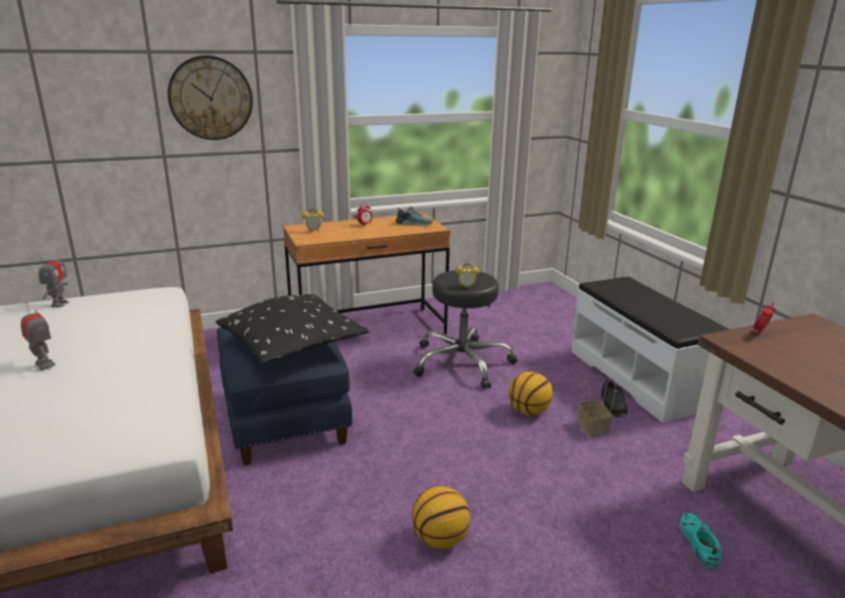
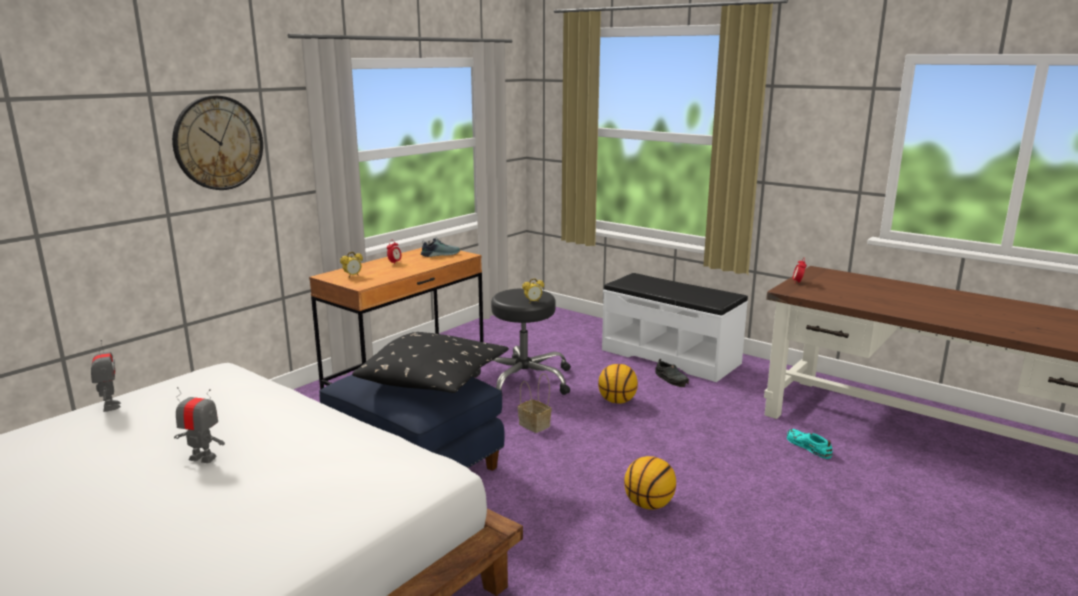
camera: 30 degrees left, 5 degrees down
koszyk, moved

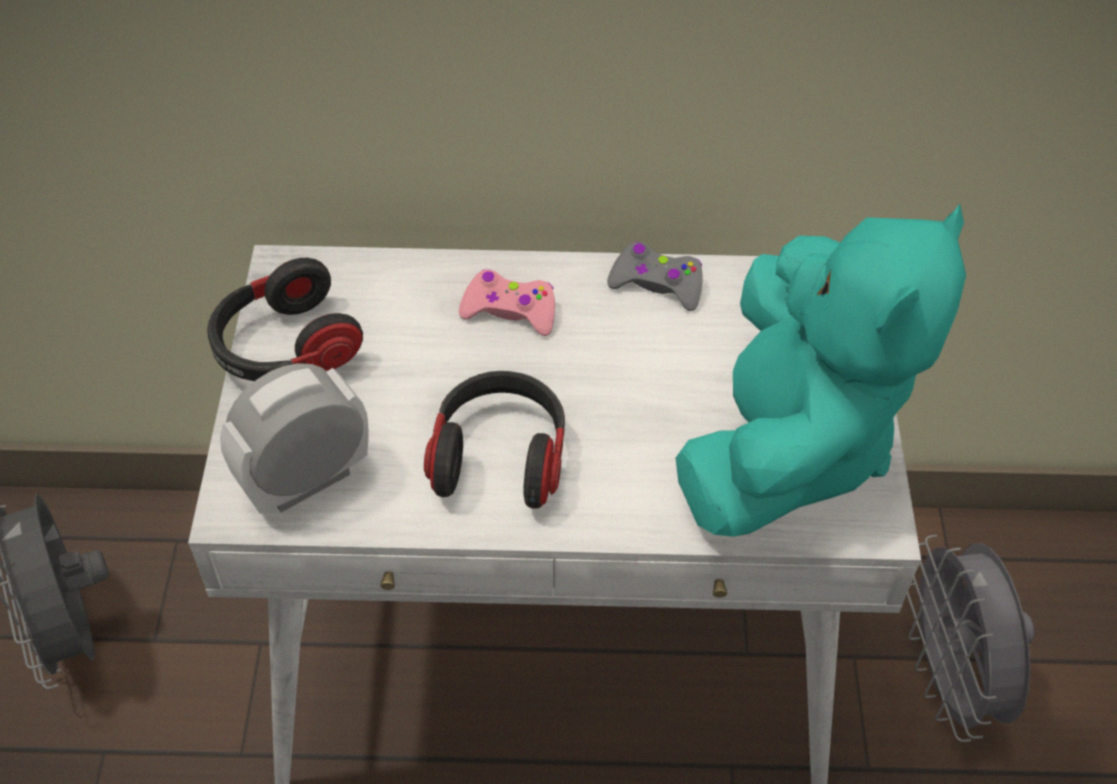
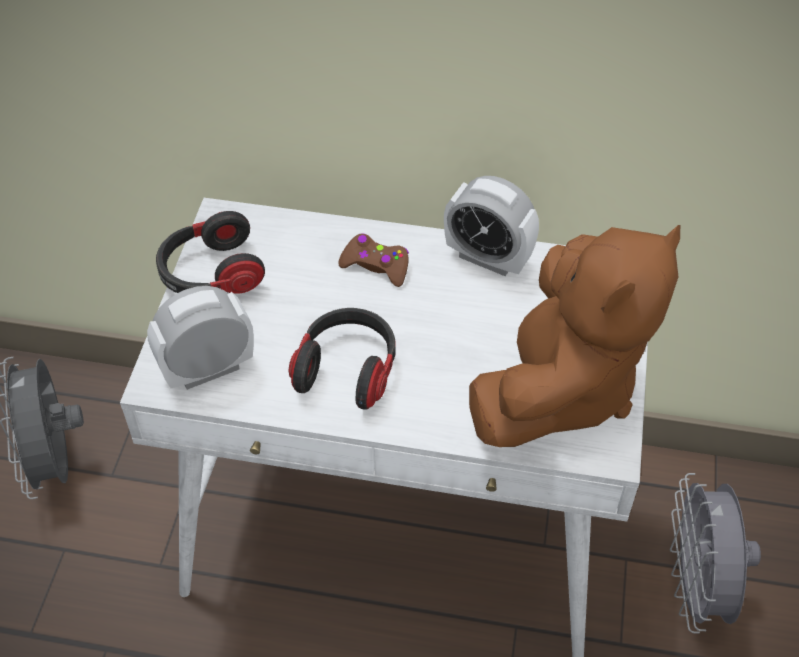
camera: 10 degrees right, 0 degrees up
pluszak [turkusowy] -> pluszak [brązowy]
pad do gier [szary] -> budzik (2nd from left)
pad do gier [różowy] -> pad do gier [brązowy]

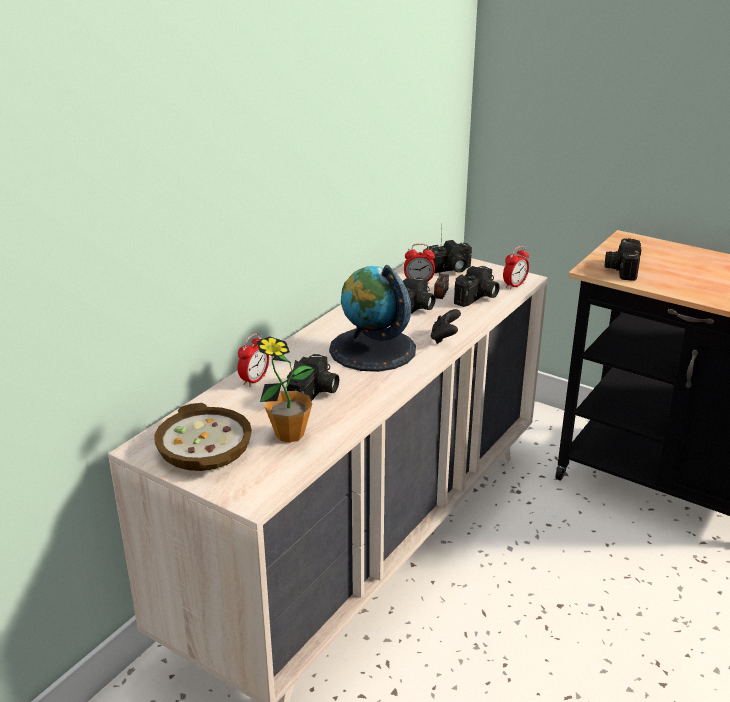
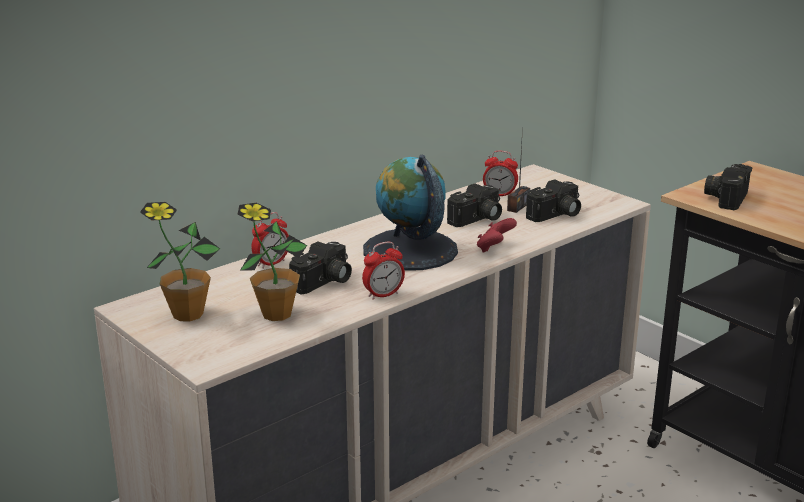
camera: 15 degrees right, 5 degrees down
aparat fotograficzny (3rd from left) -> none
budzik (3rd from left in the first image) -> budzik (2nd from left), moved
pad do gier [czarny] -> pad do gier [czerwony]
miska -> roślina doniczkowa (1st from left)

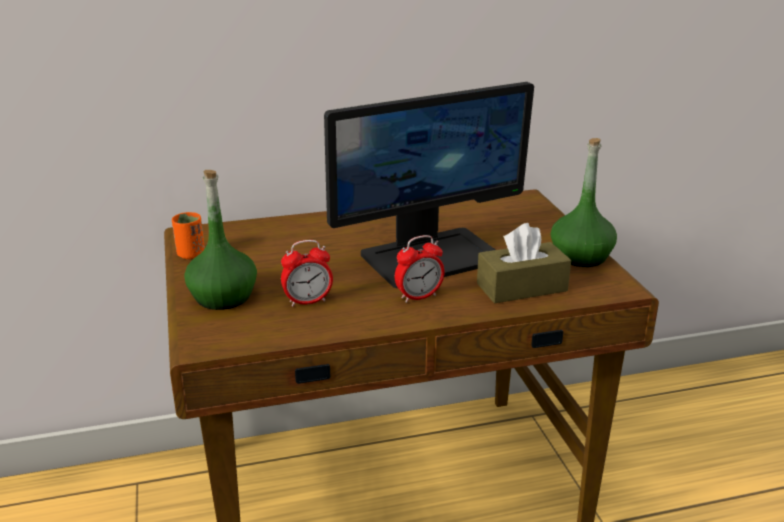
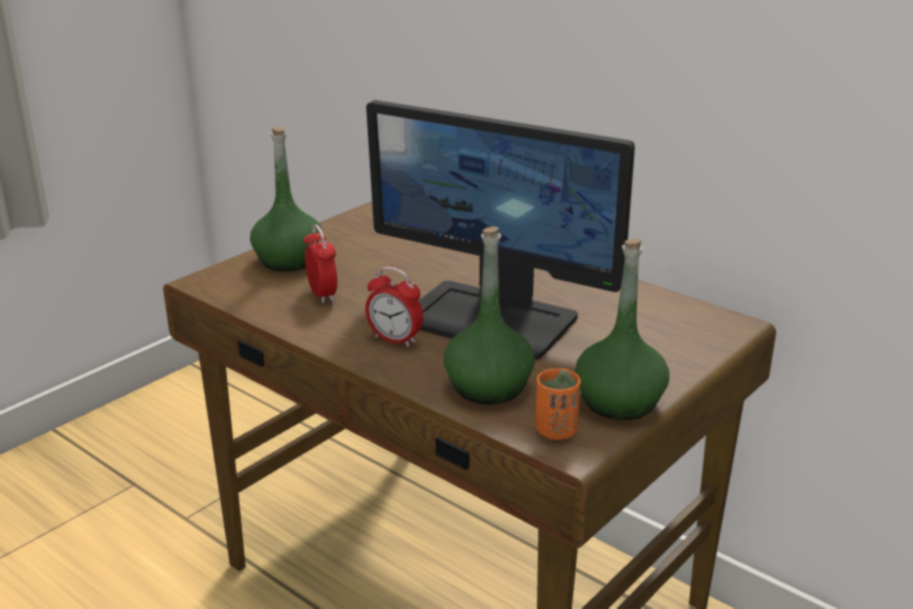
camera: 55 degrees right, 0 degrees up
filiżanka [pomarańczowy], moved
pudełko chusteczek [brązowy] -> butelka [zielony] (2nd from left)
budzik (1st from left), 150 degrees counterclockwise

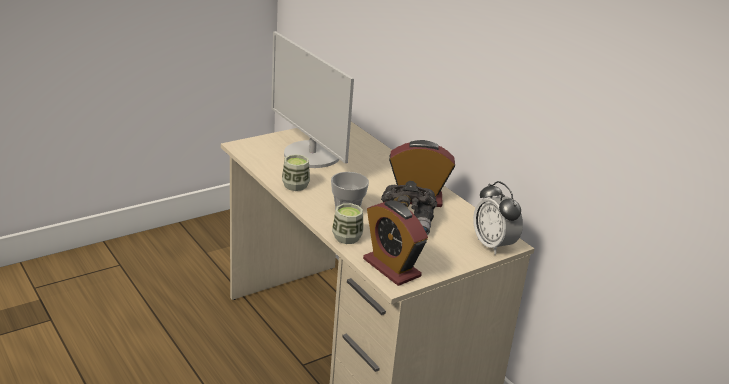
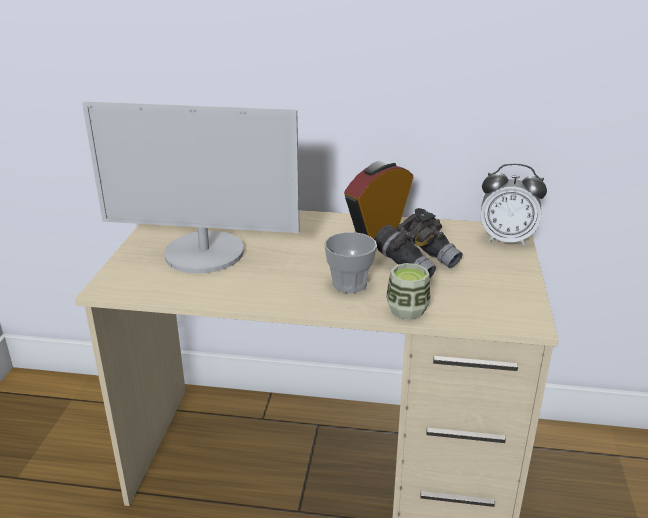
camera: 45 degrees left, 0 degrees up
filiżanka (1st from left) -> none
budzik (1st from left) -> none

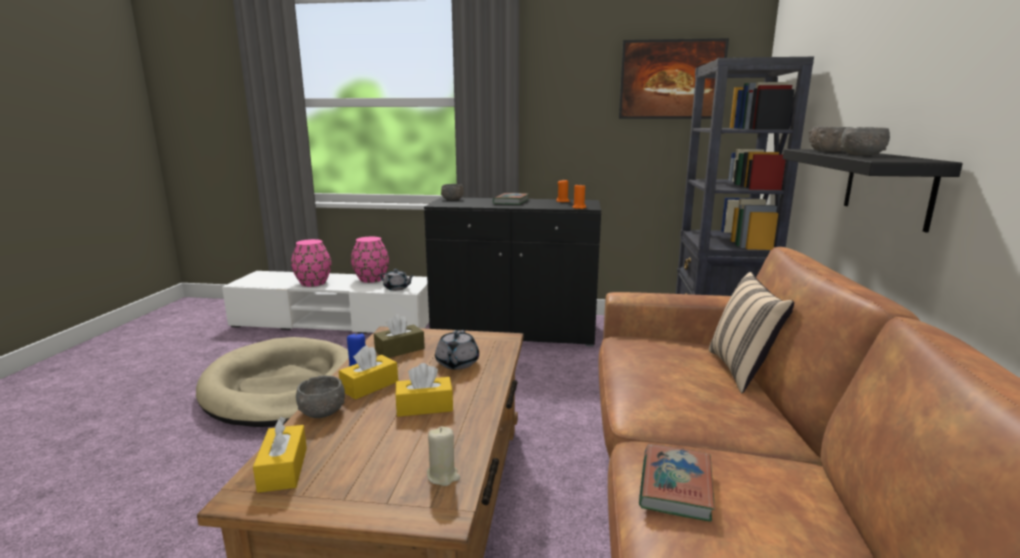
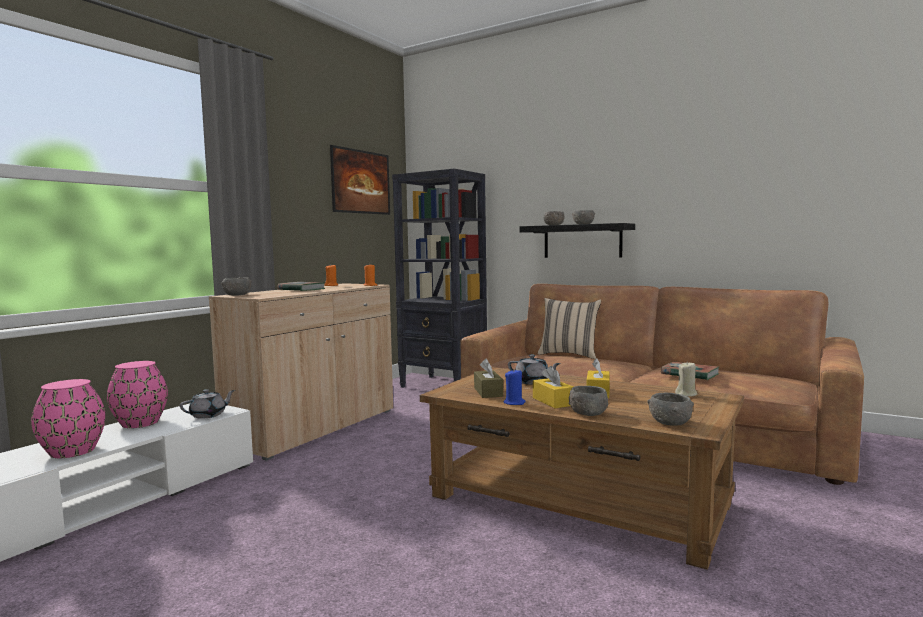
camera: 65 degrees left, 10 degrees down
szafka [czarny] -> szafka [beżowy]
legowisko [beżowy] -> none
pudełko chusteczek [żółty] (1st from left) -> miska [szary] (5th from left)

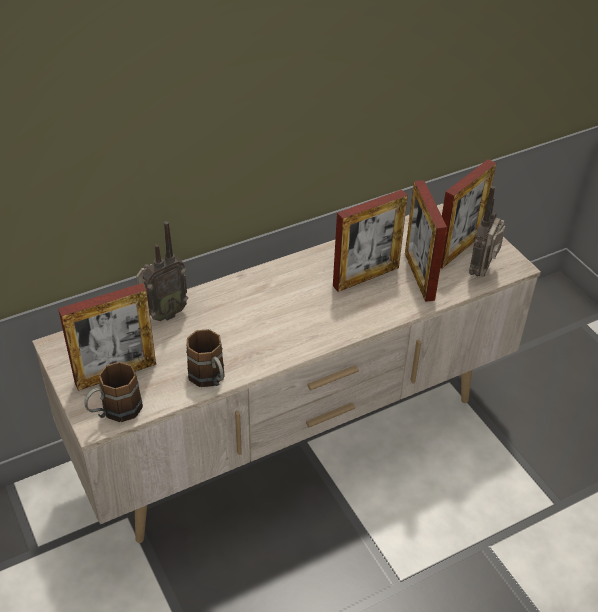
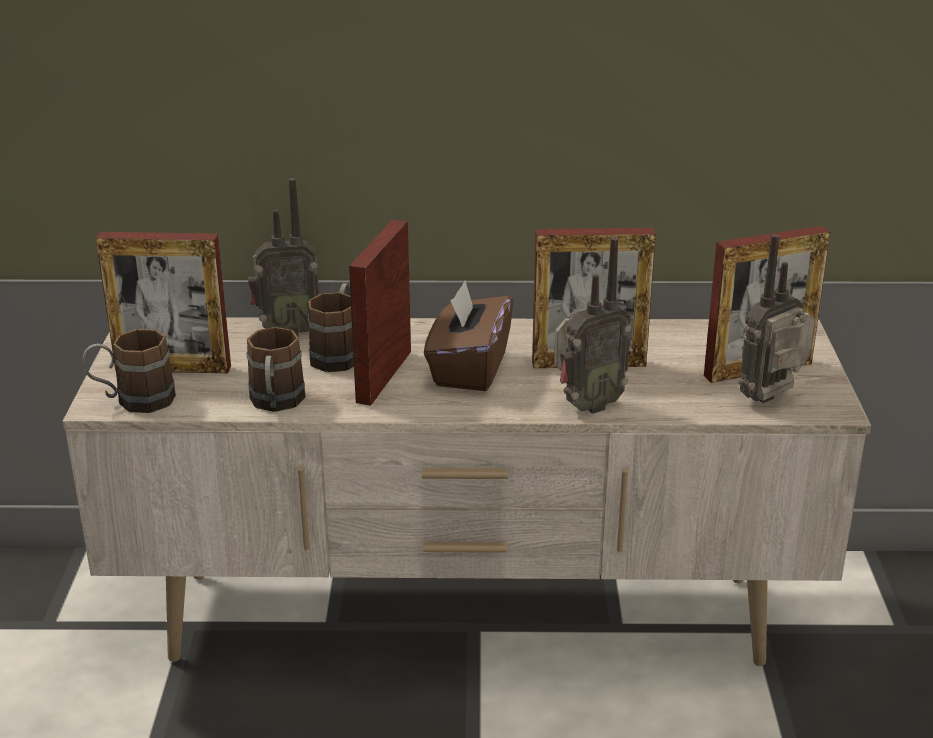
camera: 30 degrees right, 15 degrees down
ramka na zdjęcie (3rd from left in the first image) -> ramka na zdjęcie (2nd from left), moved
none -> radio (2nd from left)
none -> pudełko chusteczek [brązowy]
none -> kubek [brązowy] (3rd from left)

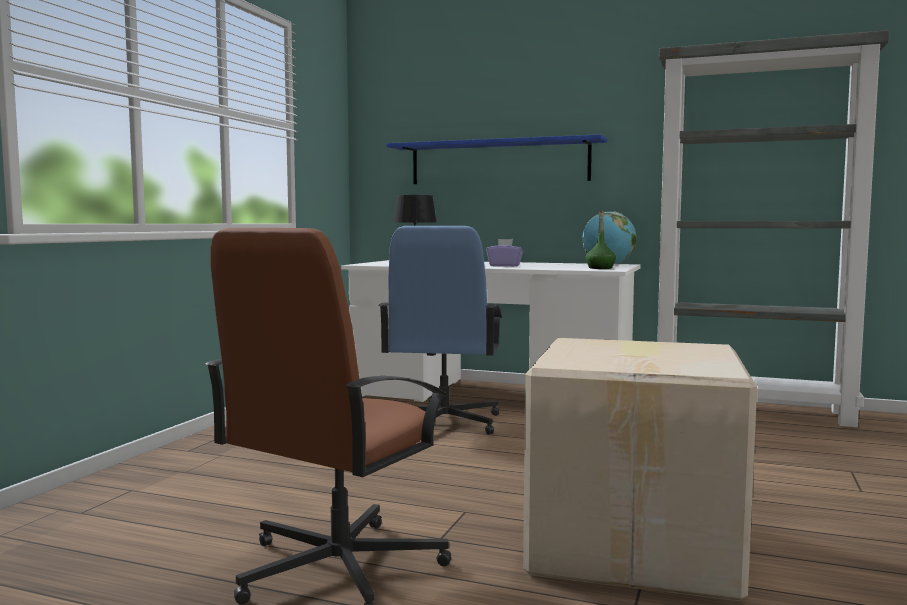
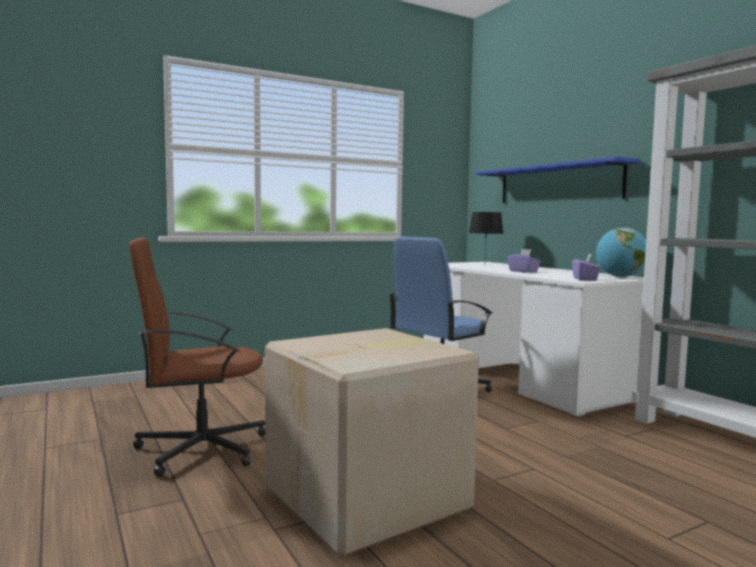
camera: 40 degrees right, 0 degrees up
butelka [zielony] -> pudełko chusteczek [fioletowy] (2nd from left)

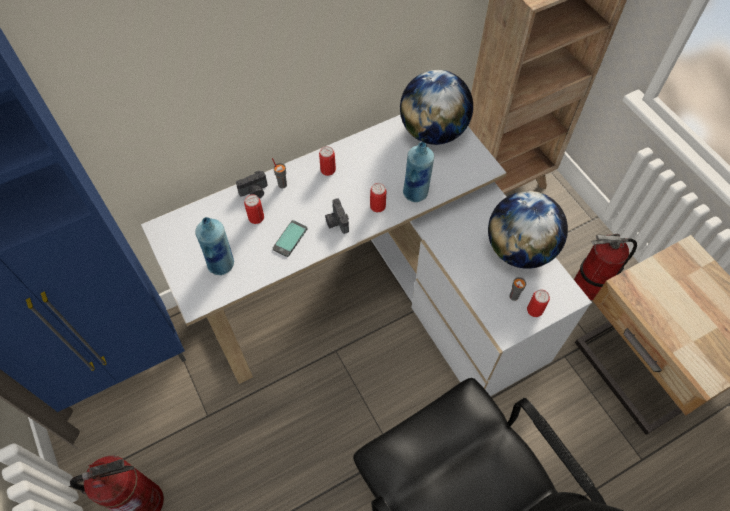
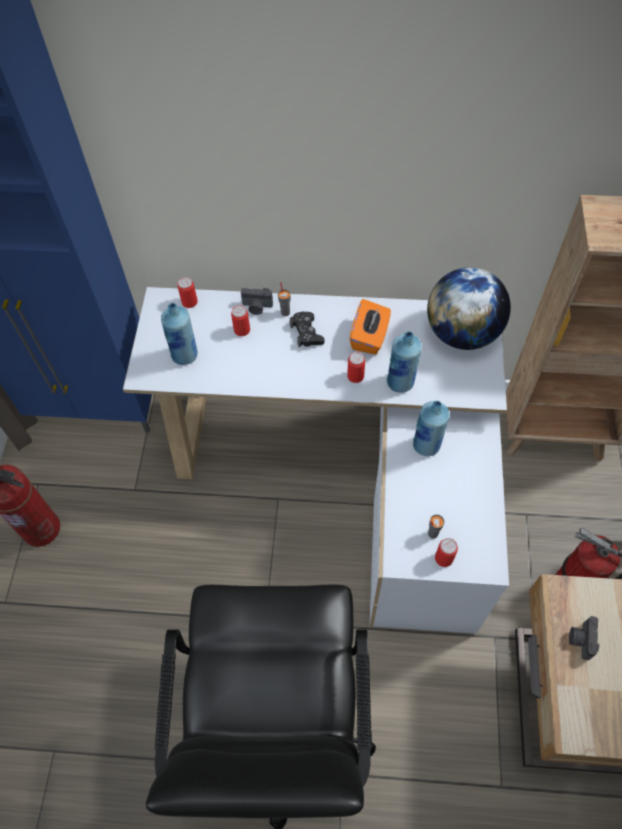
camera: 35 degrees right, 0 degrees up
puszka (2nd from left in the first image) -> puszka (1st from left), moved
globus (2nd from left) -> none
aparat fotograficzny (2nd from left), moved
telefon -> none
none -> pudełko chusteczek [pomarańczowy]
none -> pad do gier [czarny]
none -> butelka [niebieski] (3rd from left)

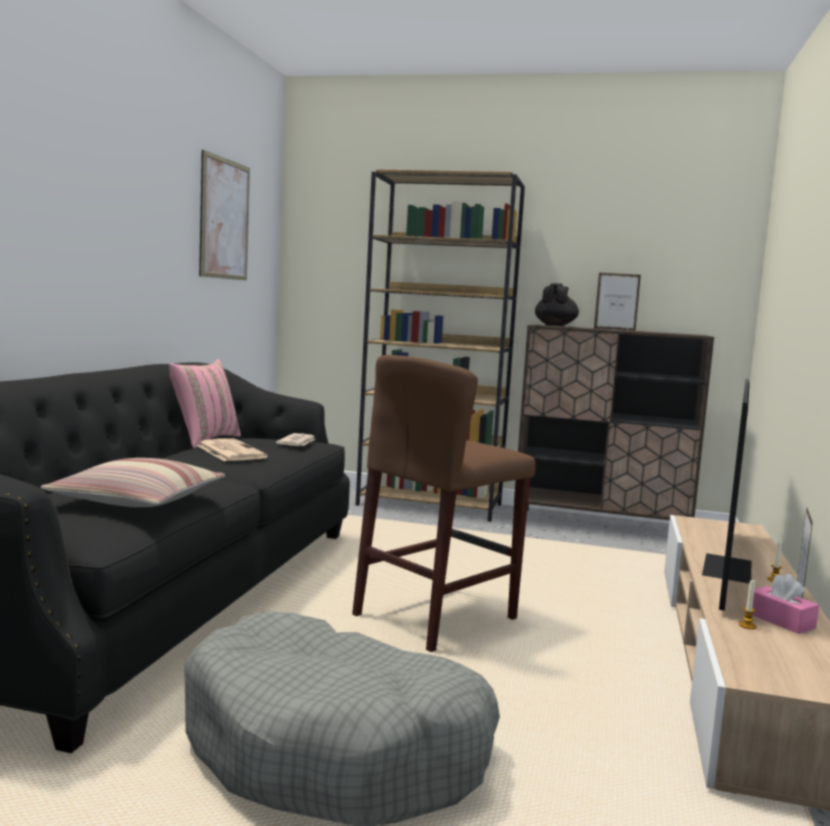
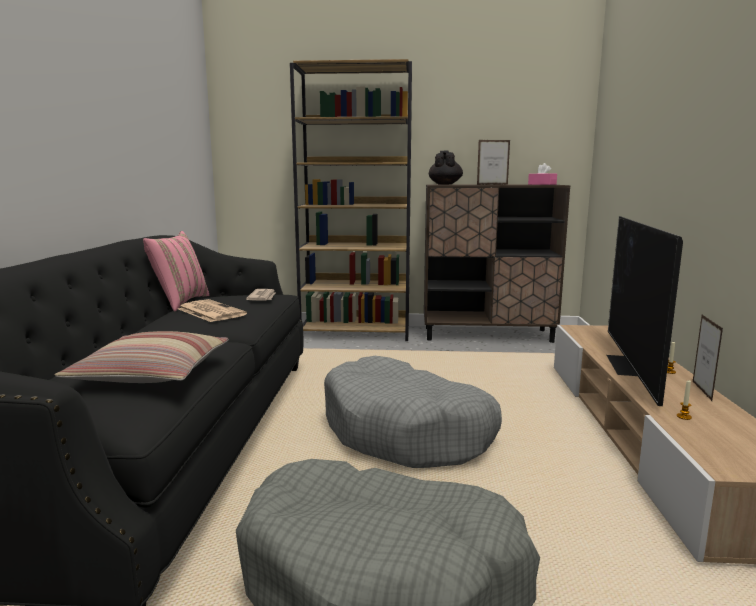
camera: 10 degrees left, 5 degrees up
obraz -> none
stołek [brązowy] -> legowisko [szary] (2nd from left)
pudełko chusteczek [różowy], moved

